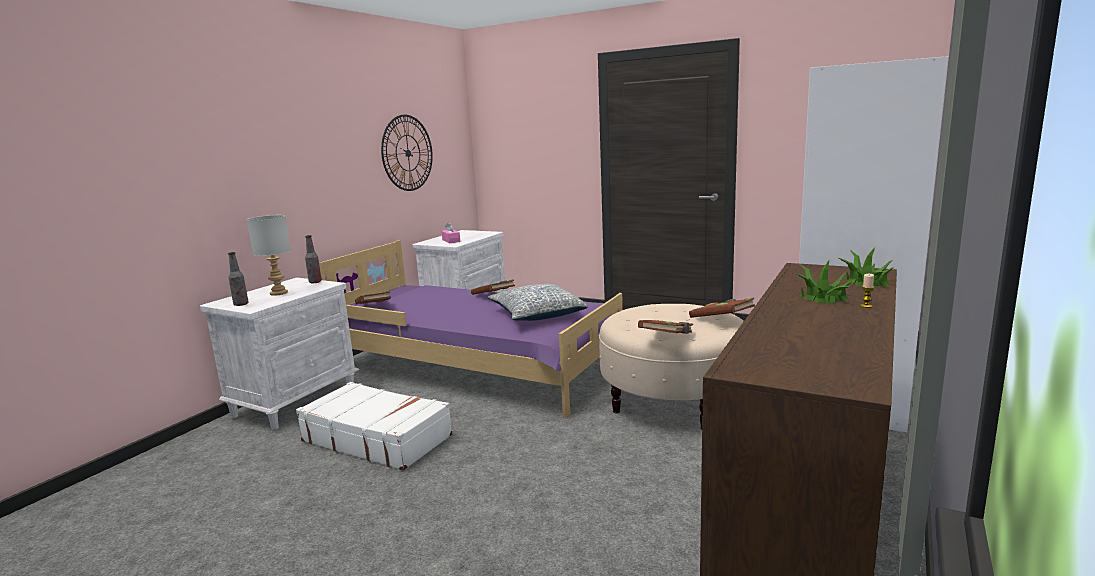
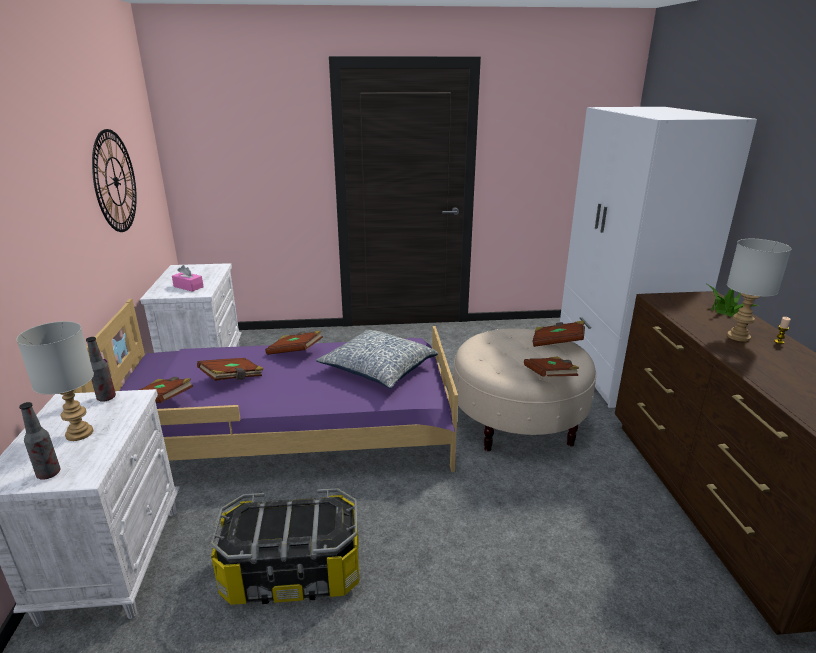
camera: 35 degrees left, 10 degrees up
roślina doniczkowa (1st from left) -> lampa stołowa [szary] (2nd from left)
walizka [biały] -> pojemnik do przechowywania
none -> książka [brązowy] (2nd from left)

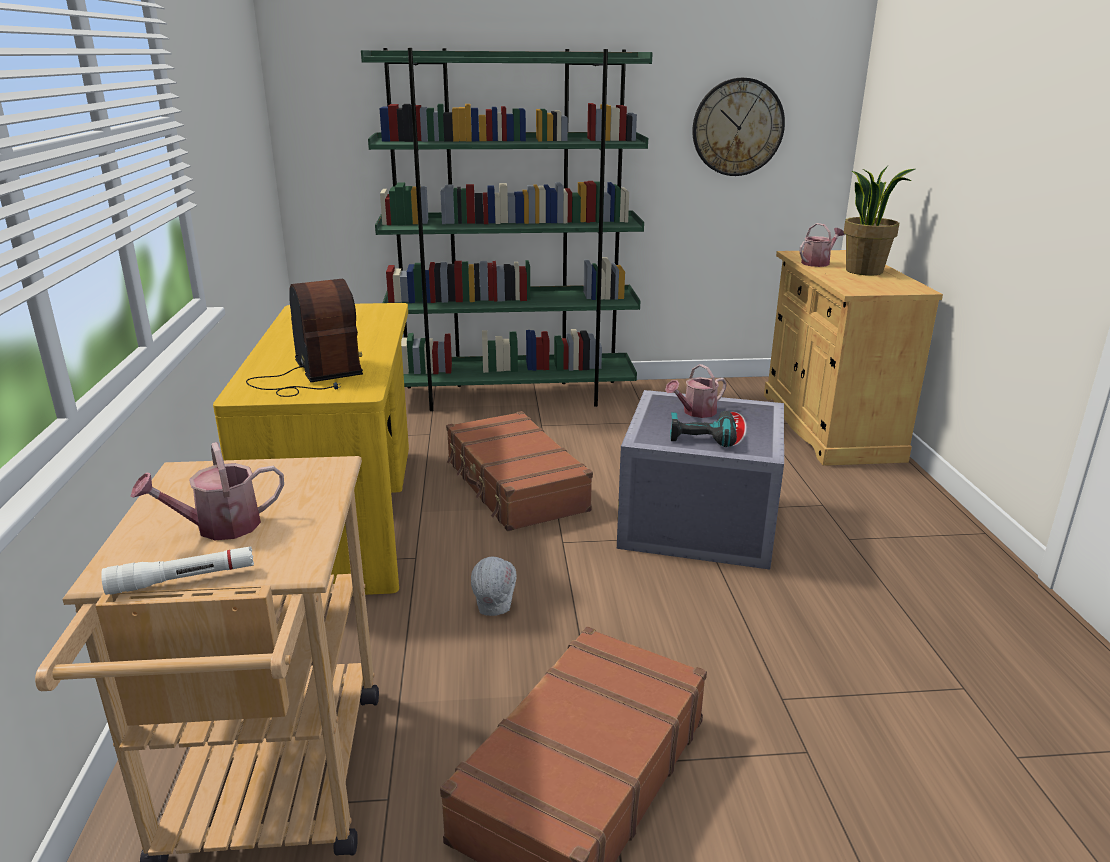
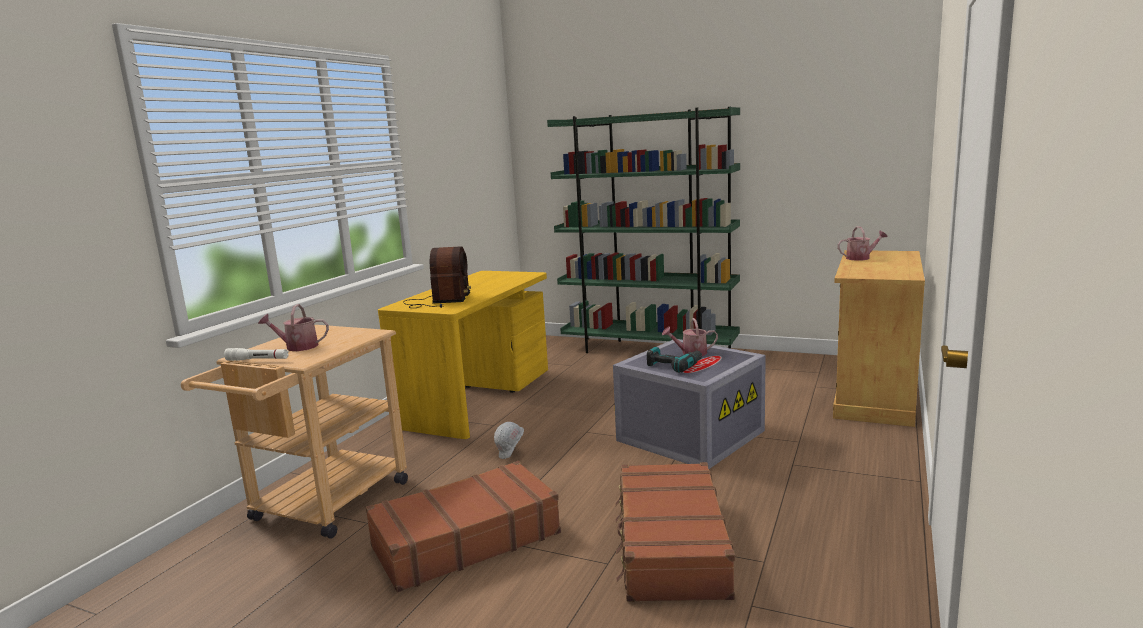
camera: 30 degrees right, 10 degrees down
zegar ścienny -> none
roślina doniczkowa -> none
walizka [brązowy] (1st from left in the first image) -> walizka [brązowy] (2nd from left), moved

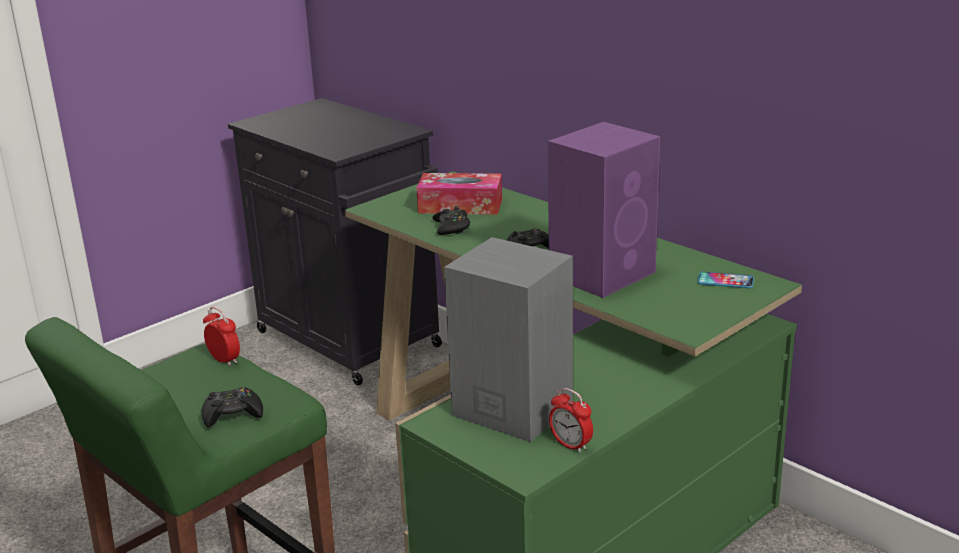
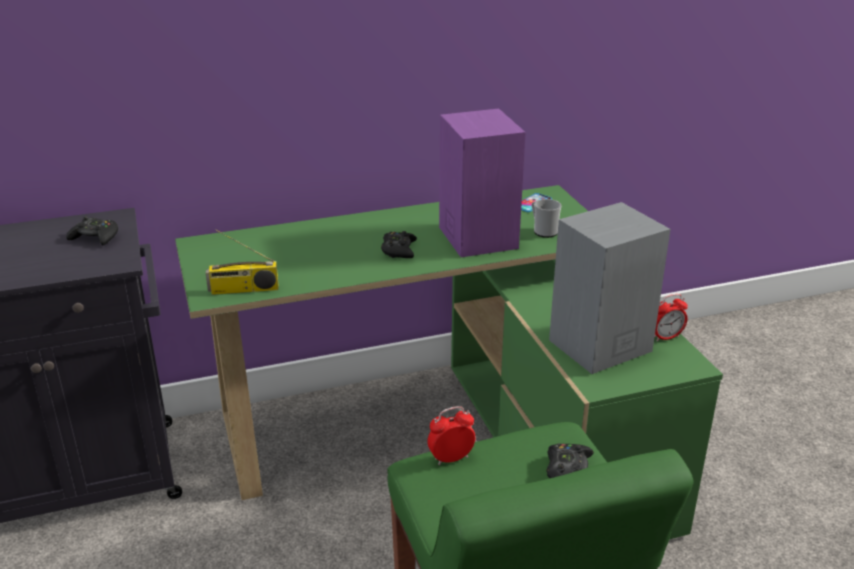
camera: 65 degrees left, 5 degrees up
pudełko chusteczek -> none
pad do gier [czarny] (2nd from left in the first image) -> pad do gier [czarny] (1st from left), moved
none -> kubek
none -> radio

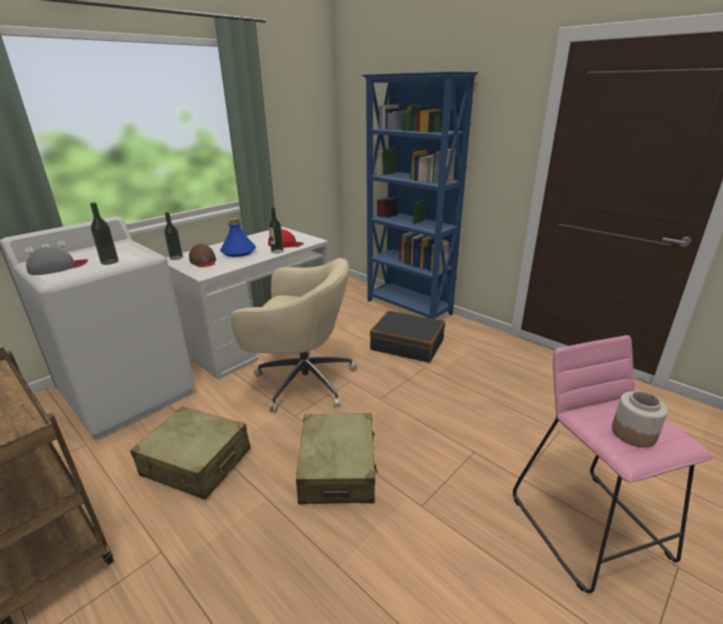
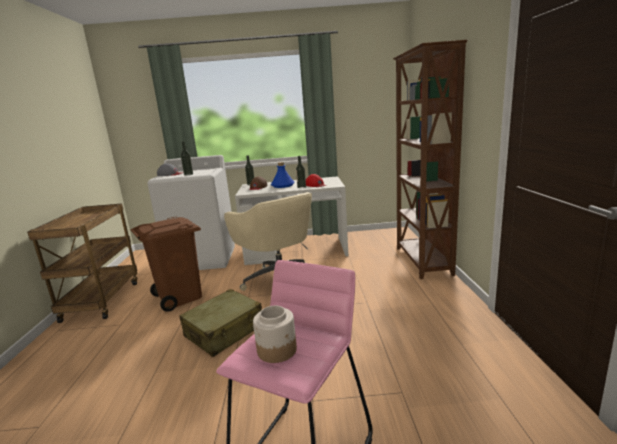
camera: 45 degrees right, 10 degrees down
regał [niebieski] -> regał [brązowy]
walizka [czarny] -> none
walizka [beżowy] (1st from left) -> kosz na śmieci [brązowy]

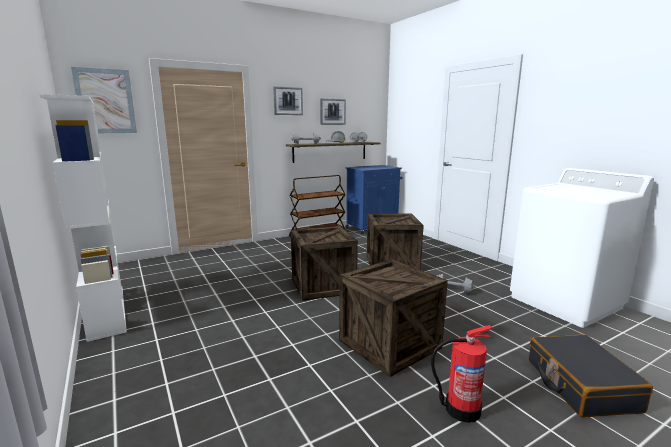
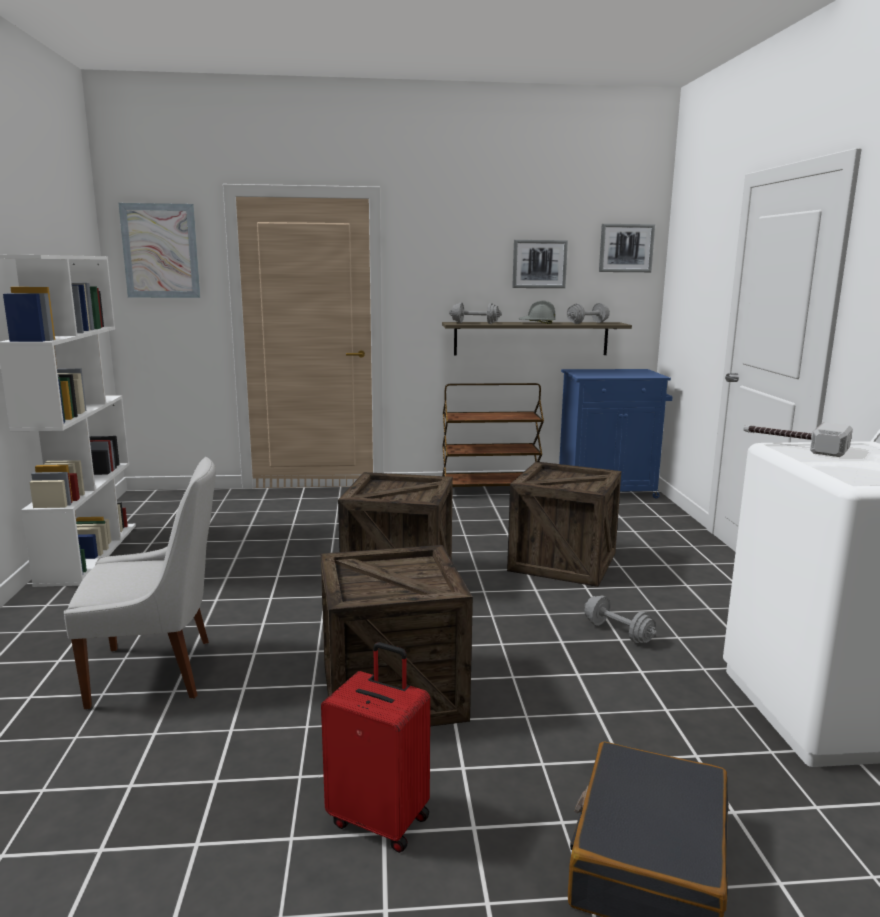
camera: 25 degrees right, 0 degrees up
obraz (2nd from left in the first image) -> obraz (3rd from left), moved
gaśnica -> walizka [czerwony]
none -> młotek
none -> krzesło [biały]

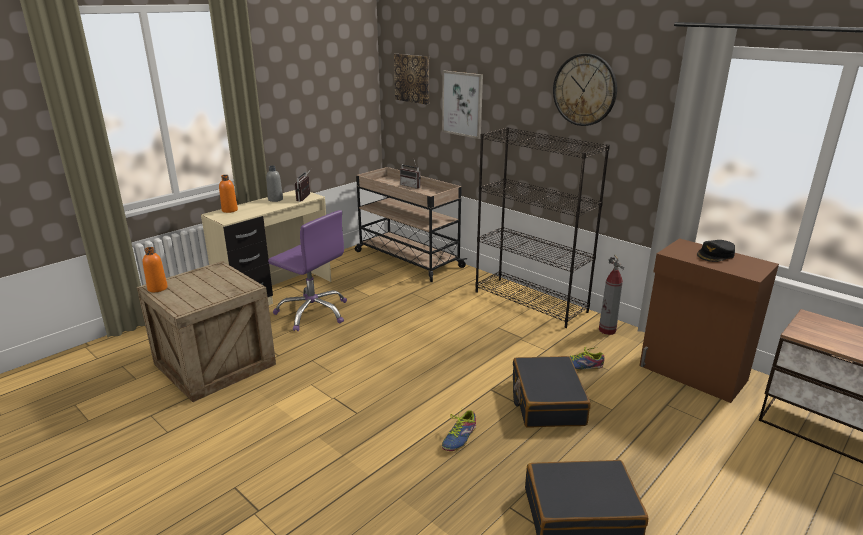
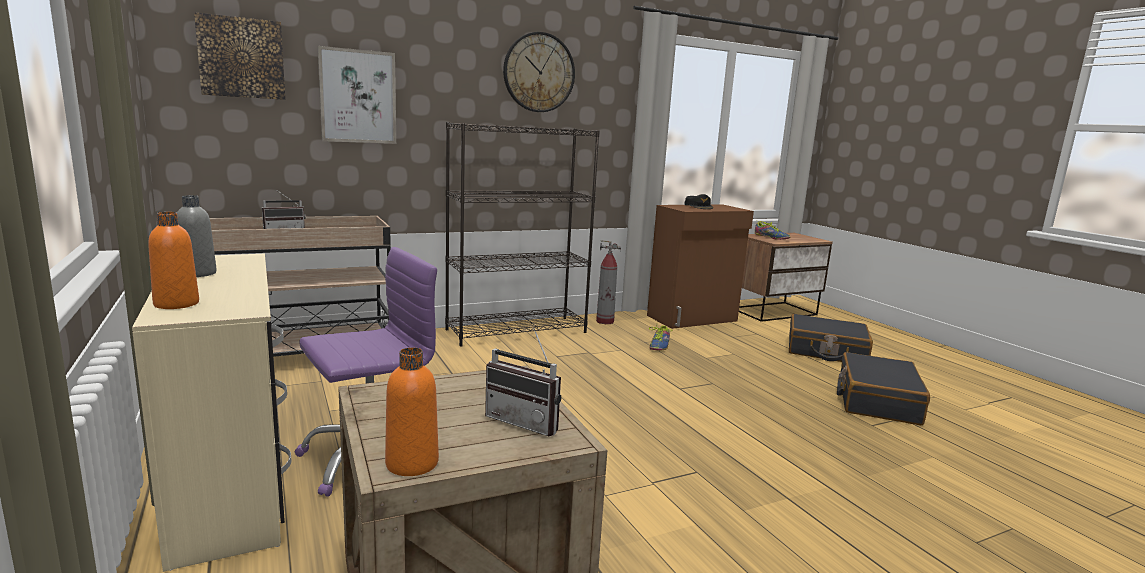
camera: 70 degrees left, 10 degrees down
radio (1st from left in the first image) -> radio (2nd from left), moved
walizka [czarny] (1st from left), moved
but (1st from left in the first image) -> but (2nd from left), moved

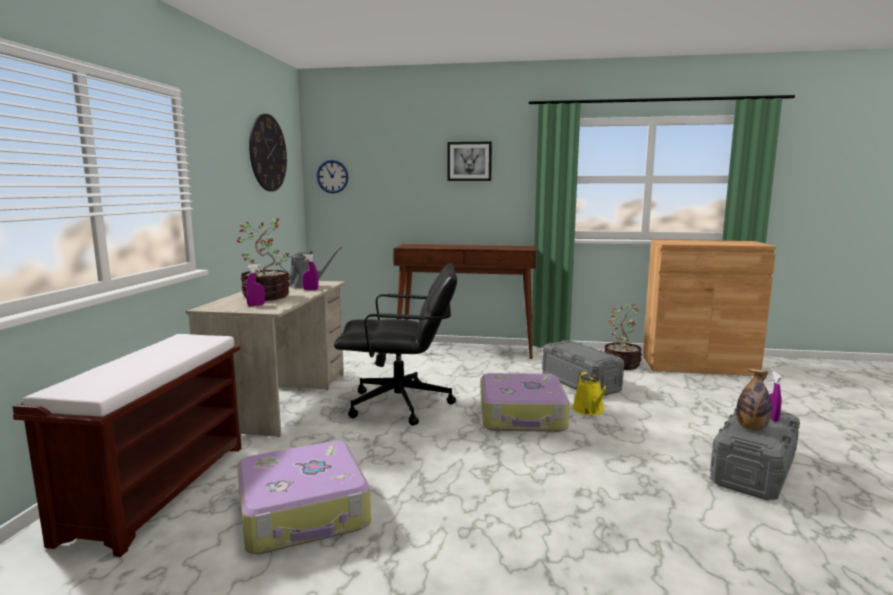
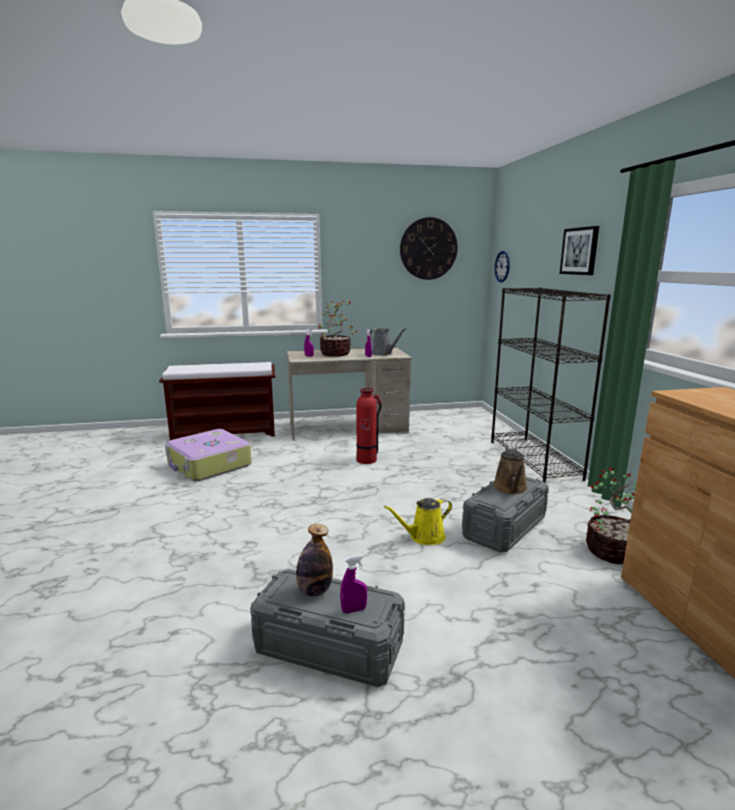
camera: 70 degrees right, 5 degrees up
stolik konsolowy [brązowy] -> regał [czarny]
krzesło biurowe [czarny] -> gaśnica
walizka (2nd from left) -> none
none -> konewka [brązowy]

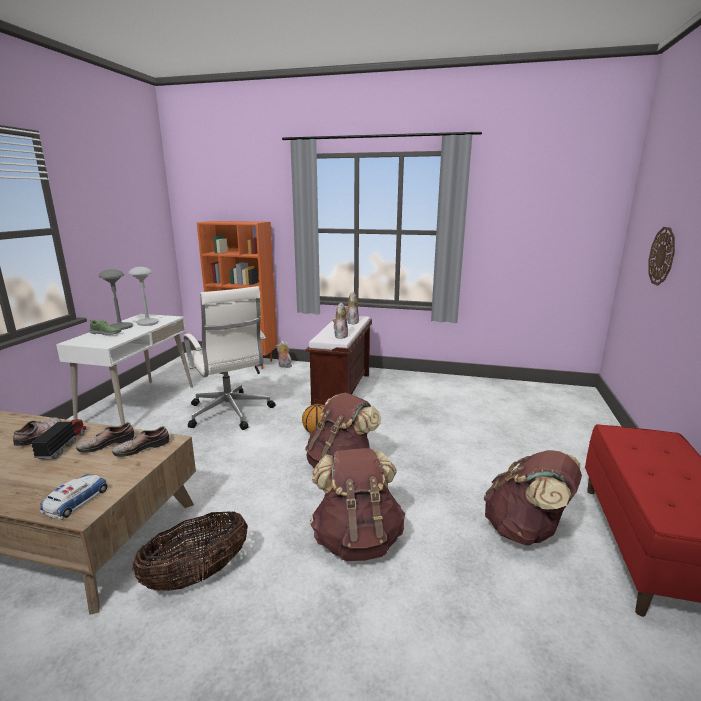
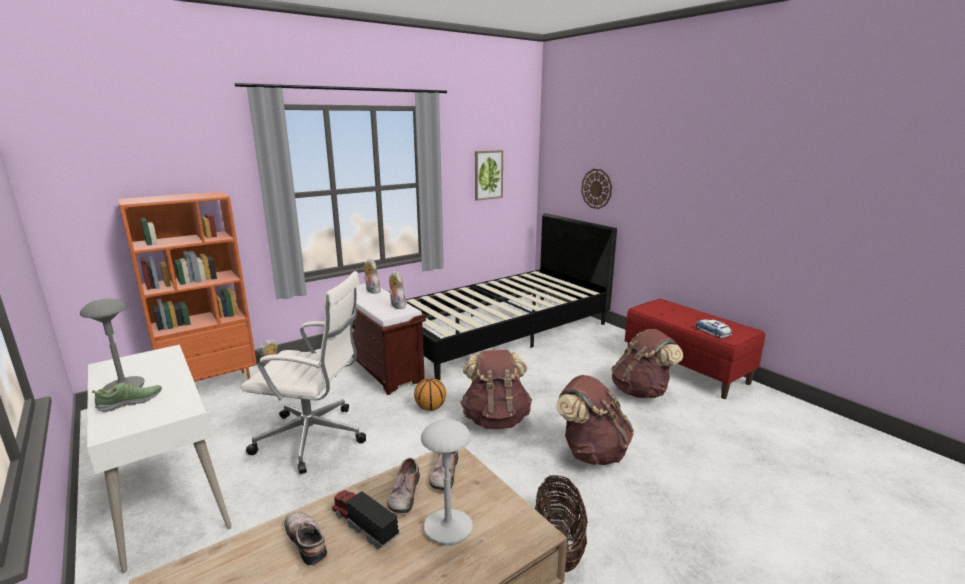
camera: 50 degrees left, 0 degrees up
lampa stołowa [szary] (2nd from left), moved
samochodzik, moved
none -> obraz
none -> łóżko [czarny]

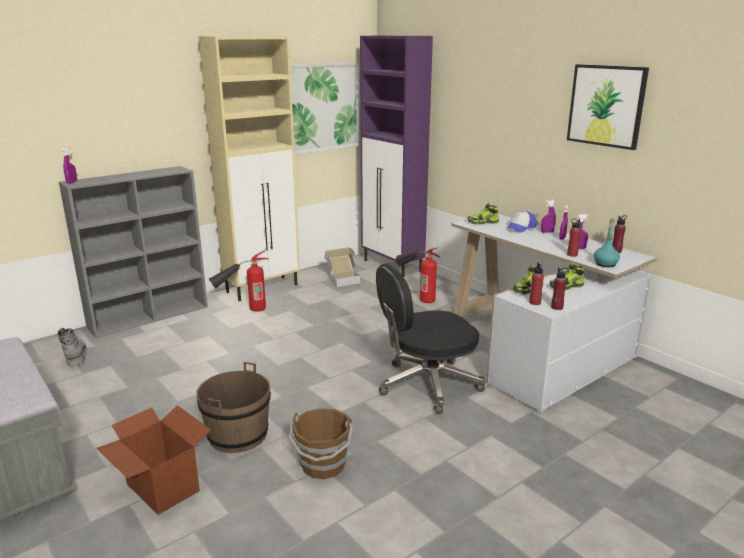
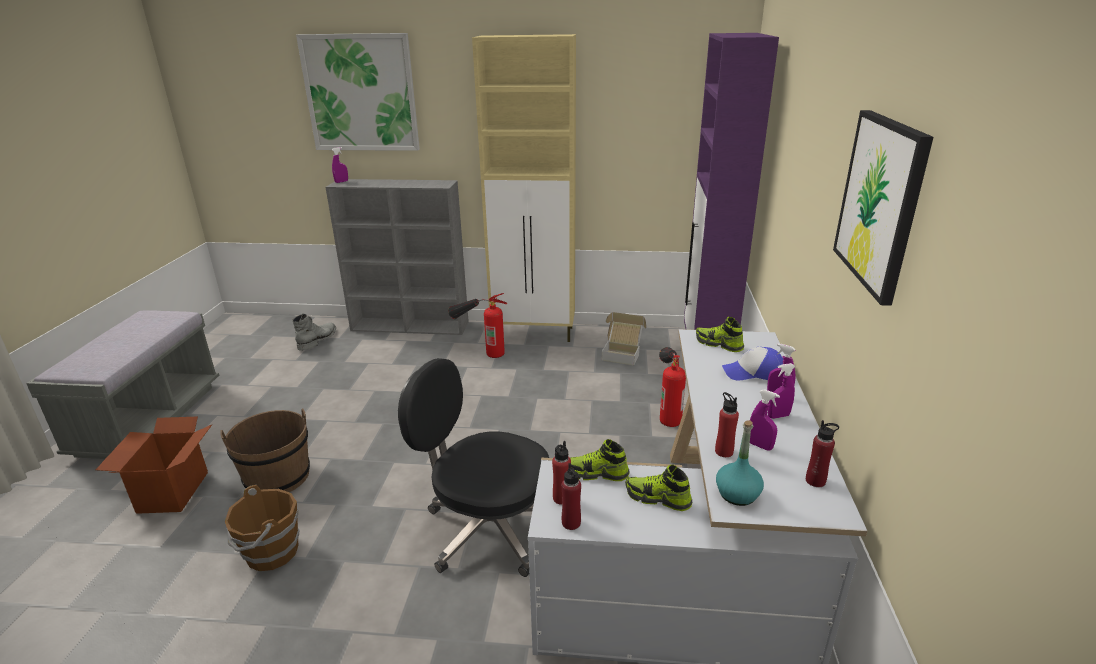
camera: 45 degrees right, 5 degrees up
obraz (1st from left), moved

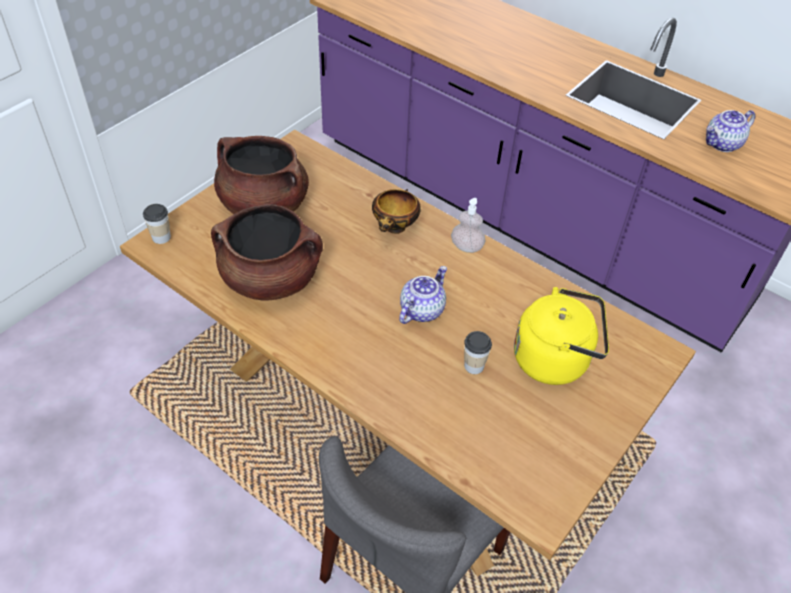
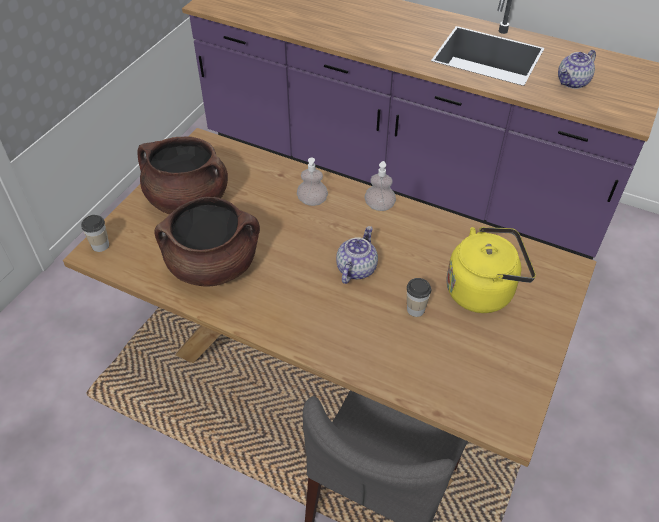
camera: 10 degrees left, 0 degrees up
miska -> dozownik mydła (1st from left)

